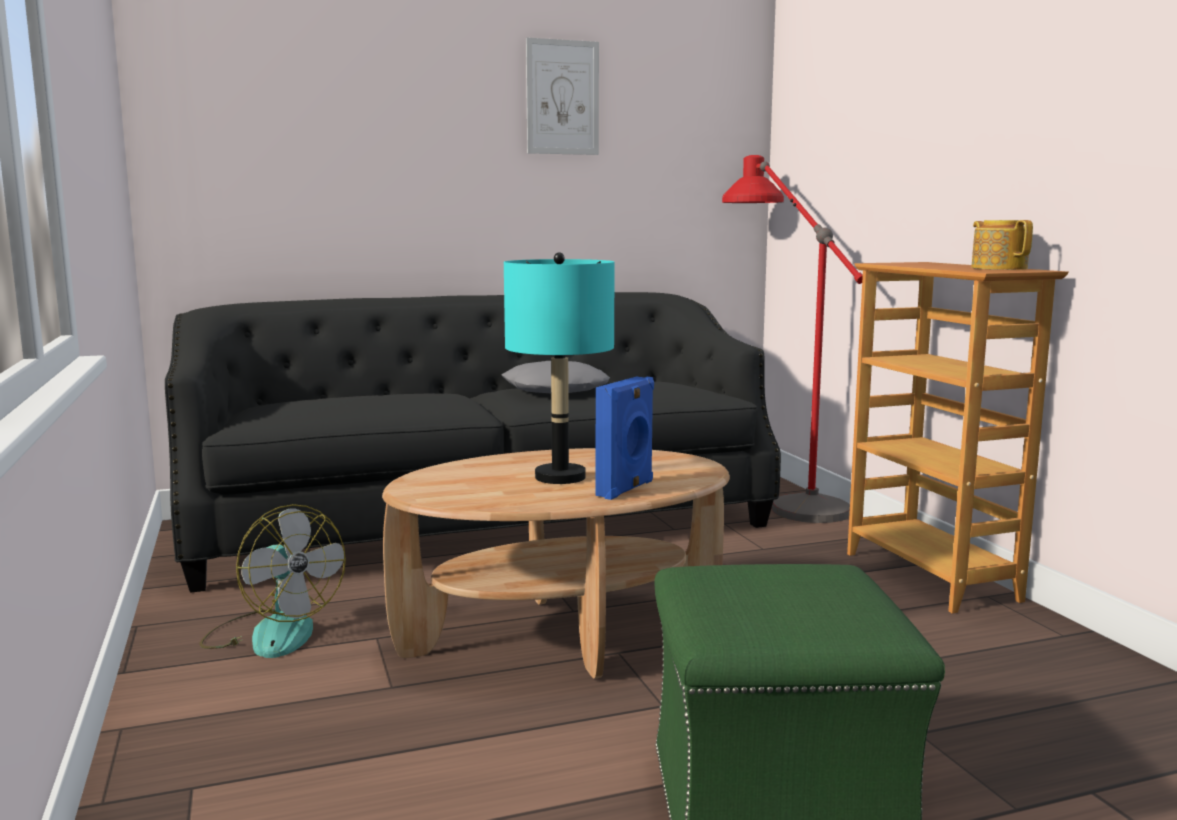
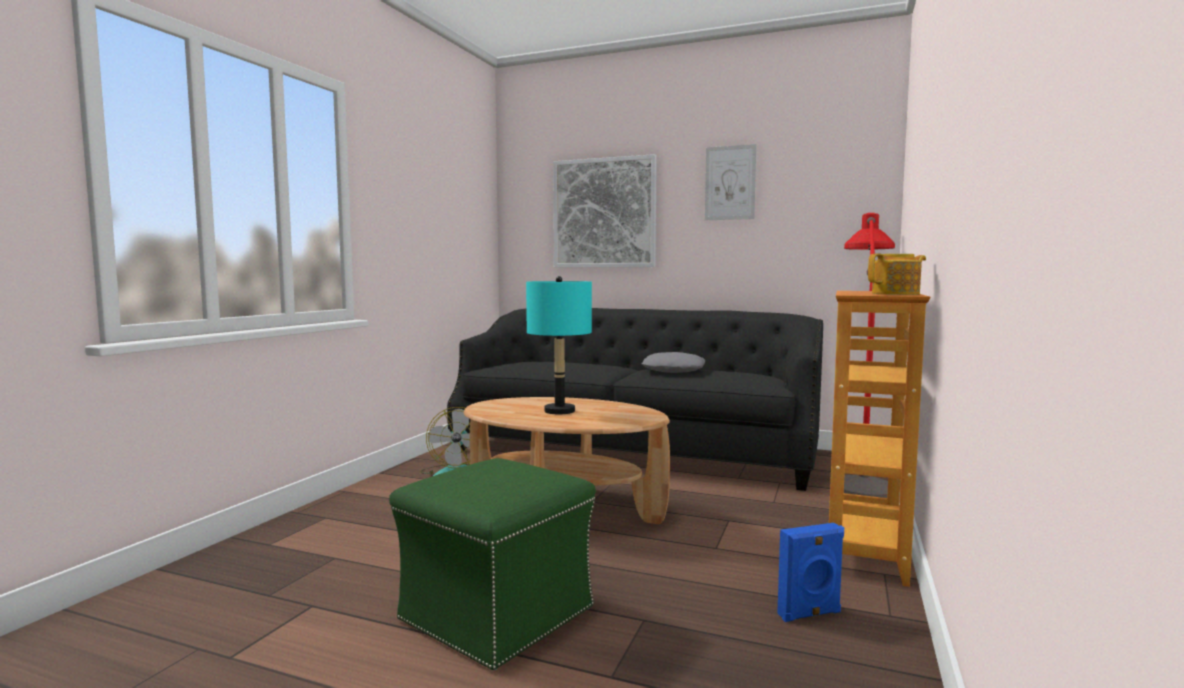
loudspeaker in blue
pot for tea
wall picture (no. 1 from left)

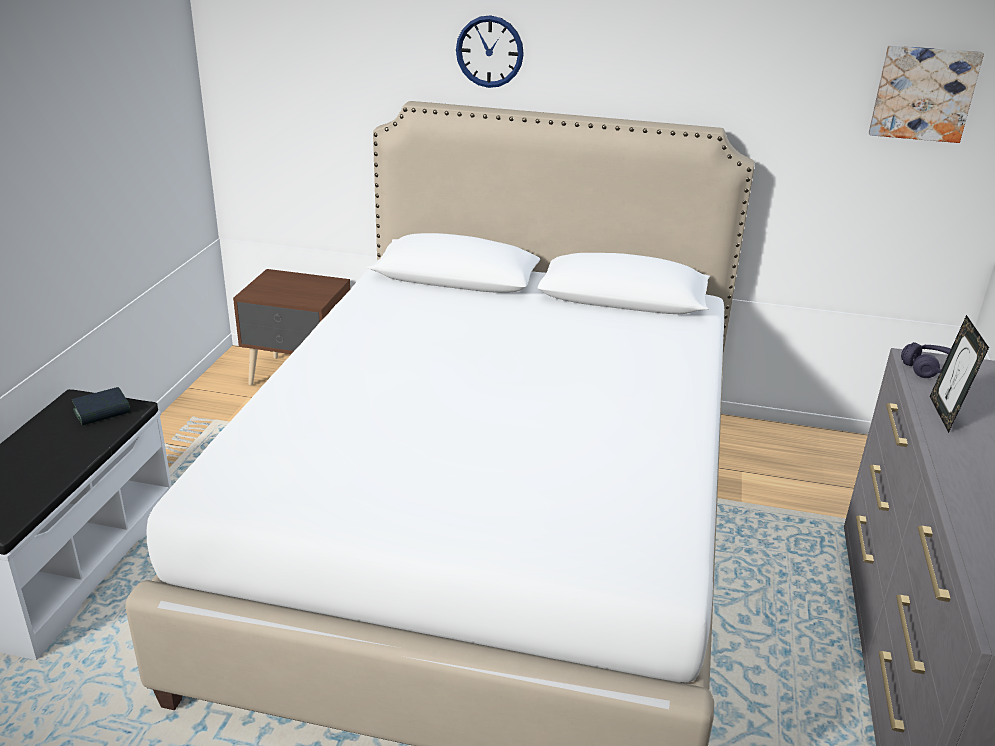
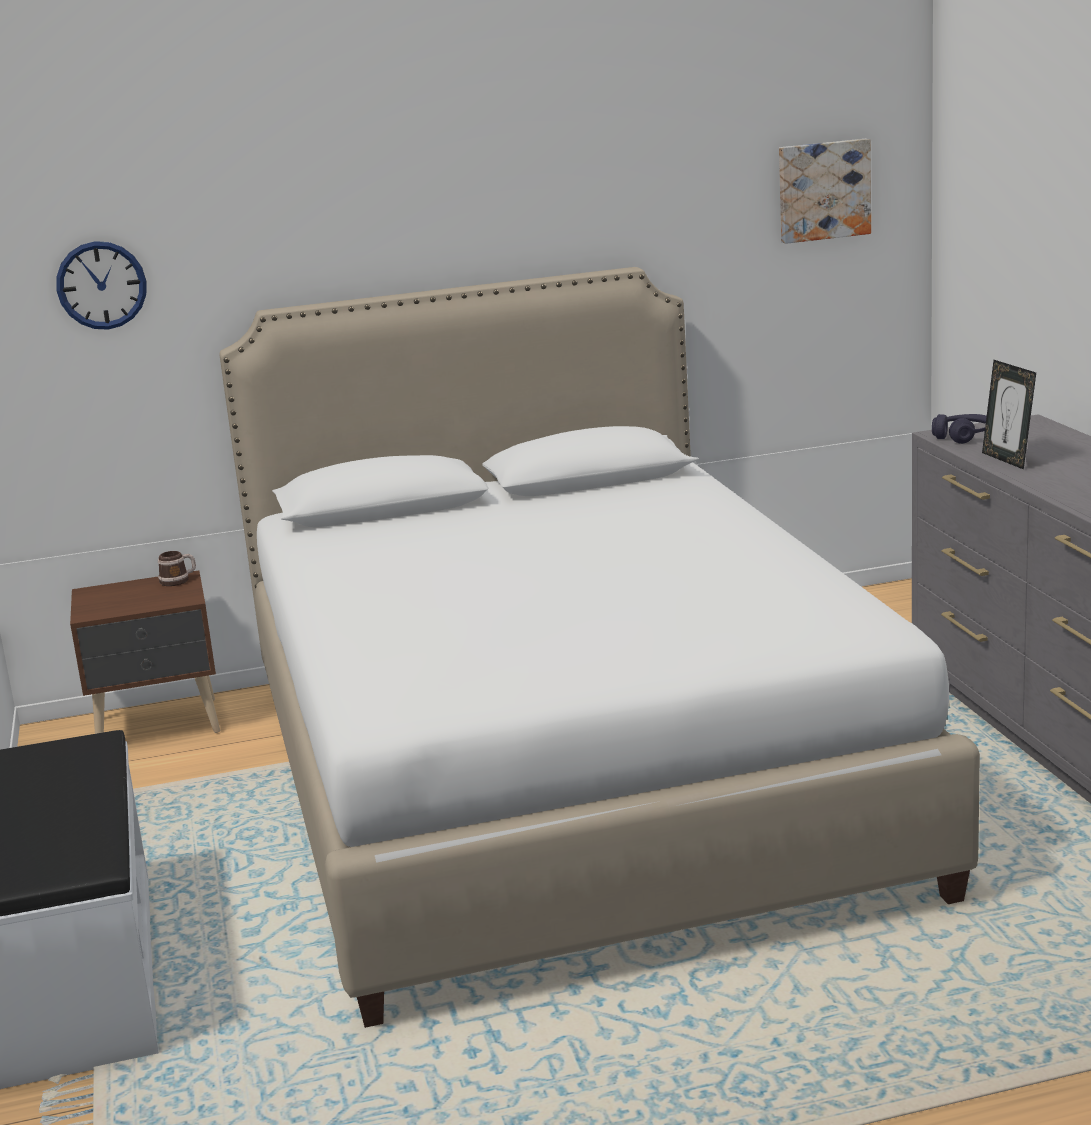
bound book
clock on the wall
coffee mug

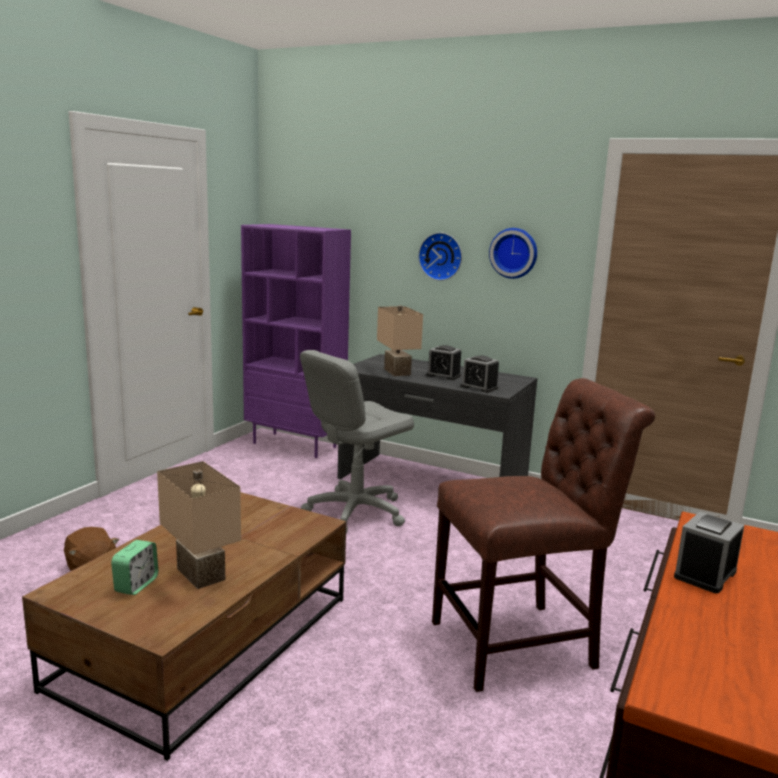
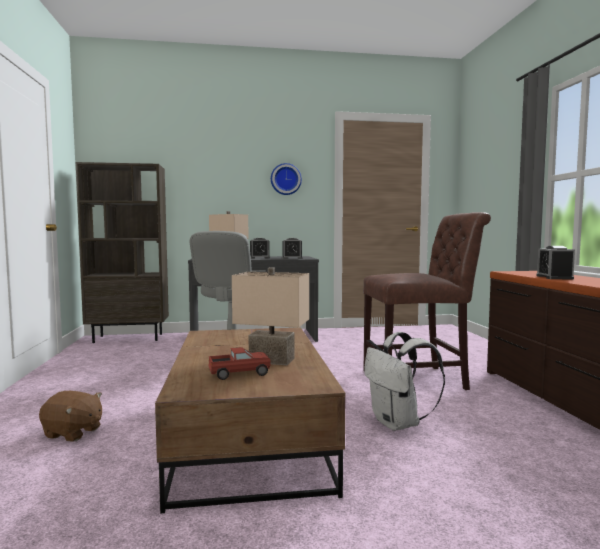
toy lorry
shelving unit in brown
clock on the wall (no. 1 from left in the first image)
upright chair in brown
rucksack in white

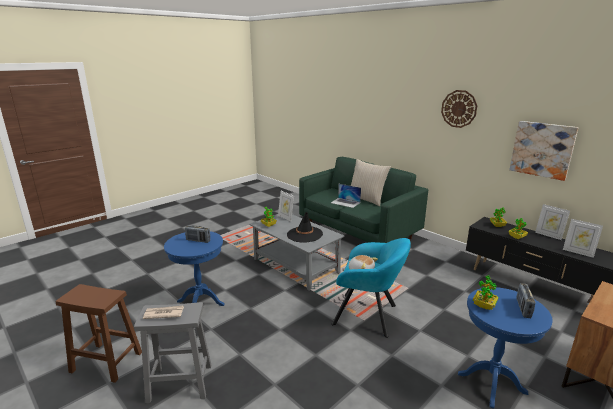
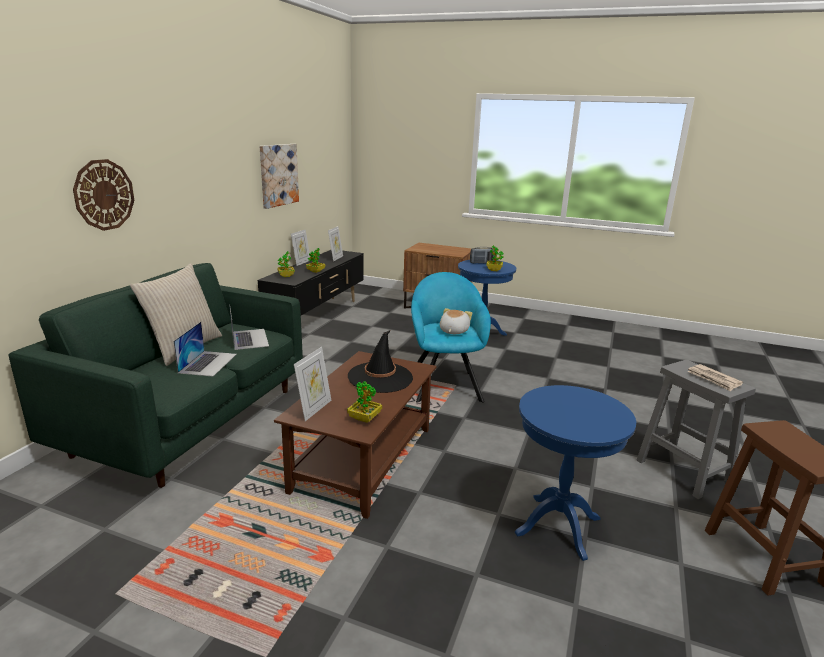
radio (no. 1 from left in the first image)
lounge table in brown
clock on the wall
laptop (no. 2 from left)

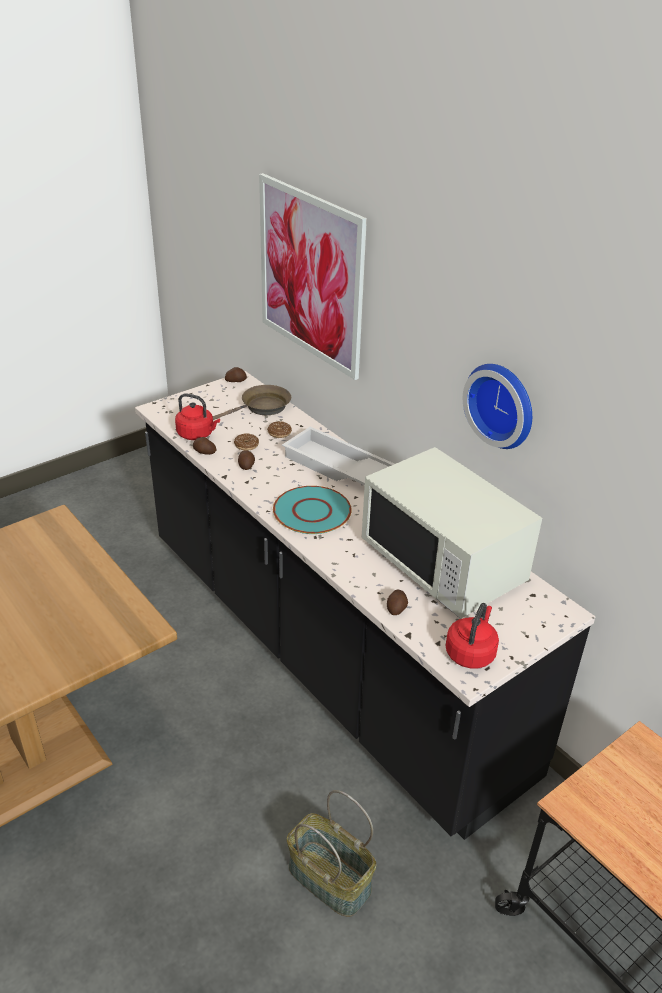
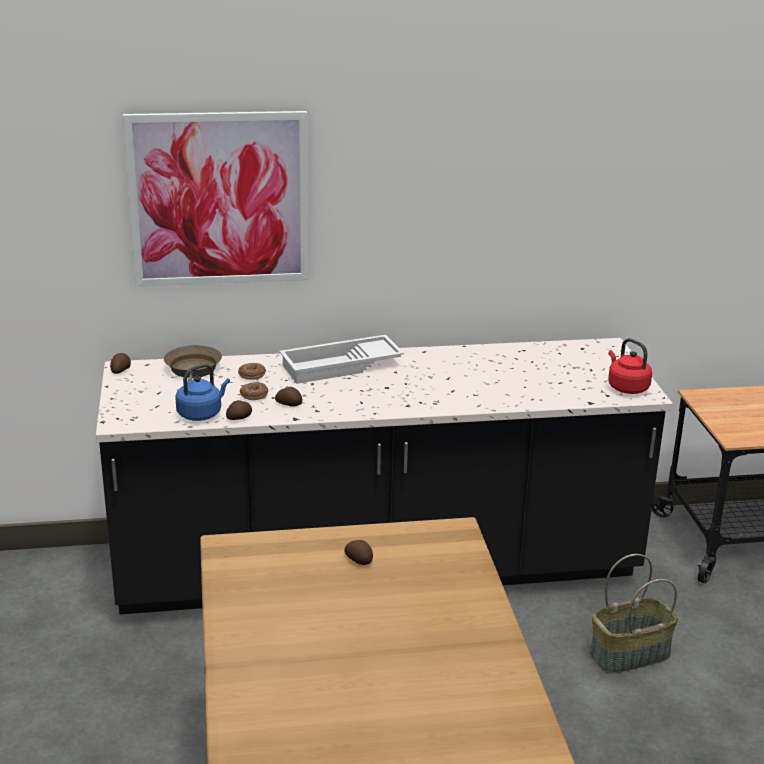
tea kettle in blue
plate in turquoise
microwave in white
spud (no. 4 from left)
clock on the wall

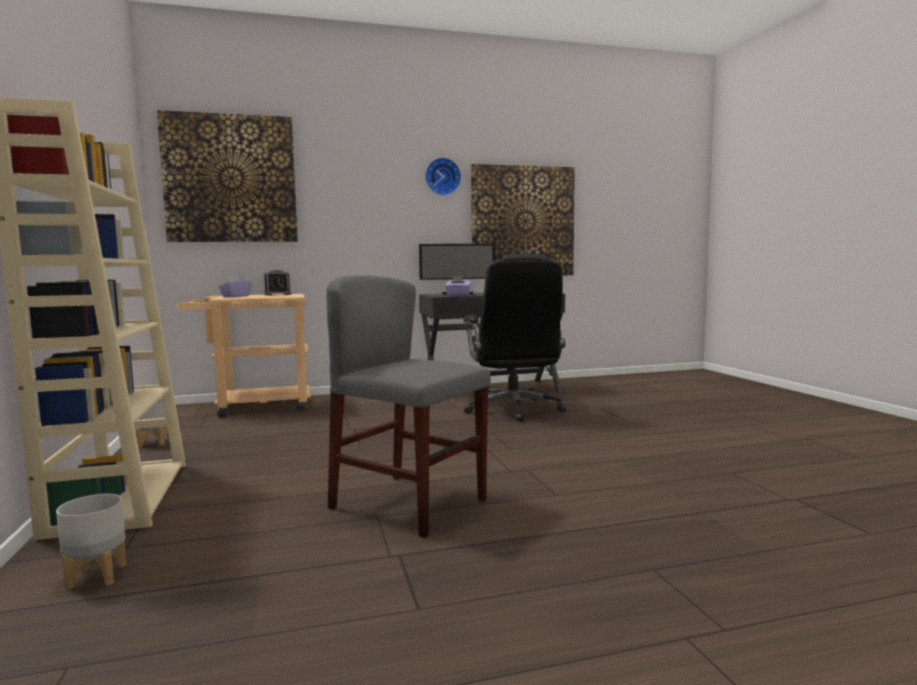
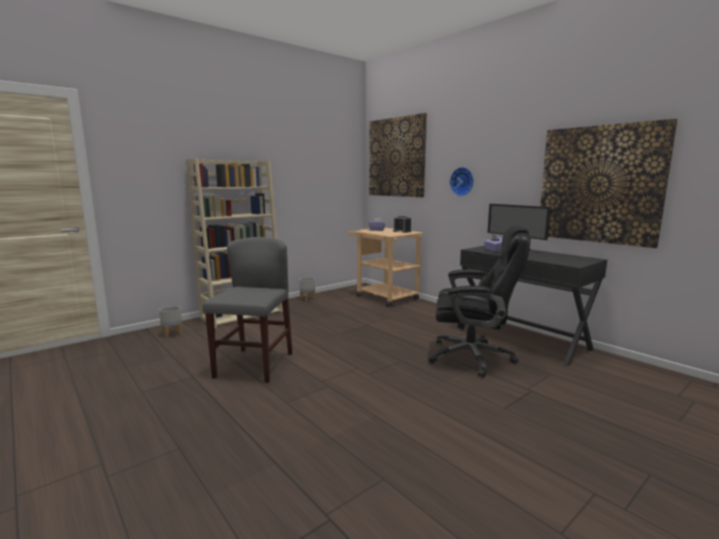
clock on the wall
computer chair in black-coloured

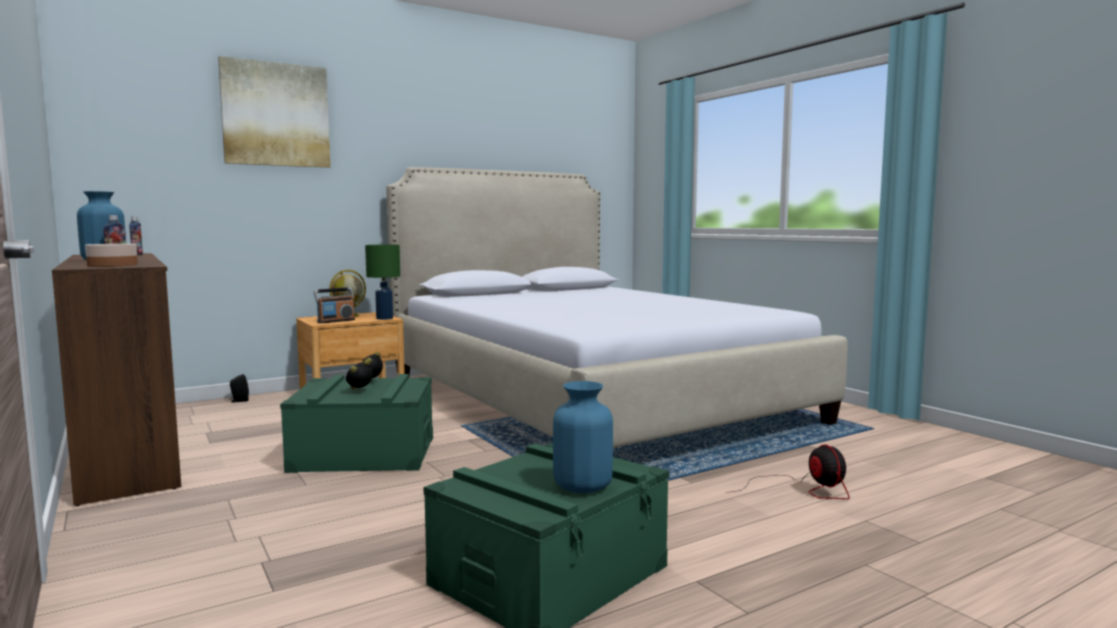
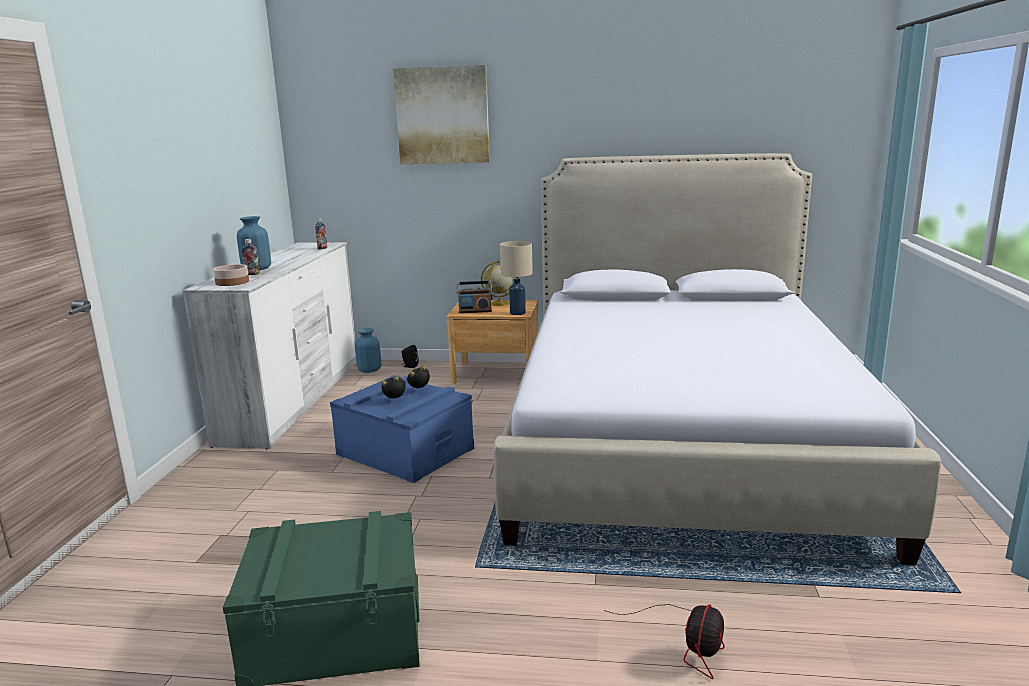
chest of drawers in white
storage box in blue
lamp for a table in sand-coloured
flower vase in blue (no. 2 from left)

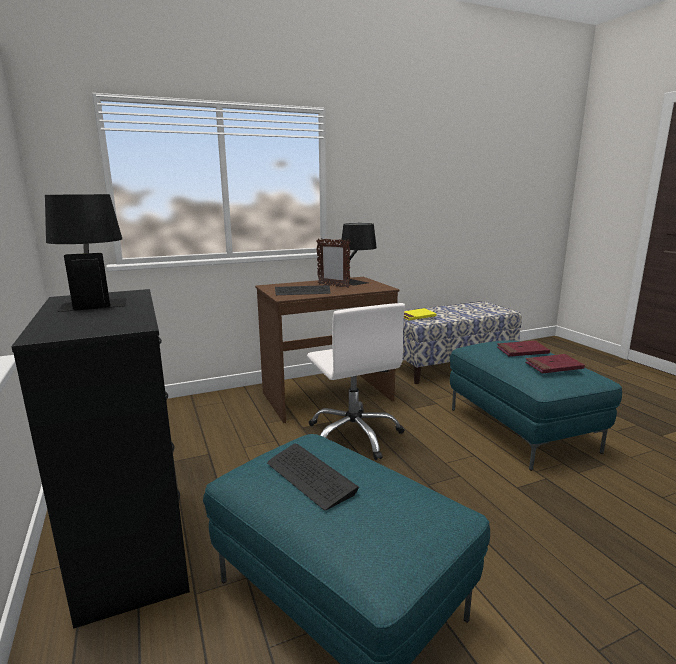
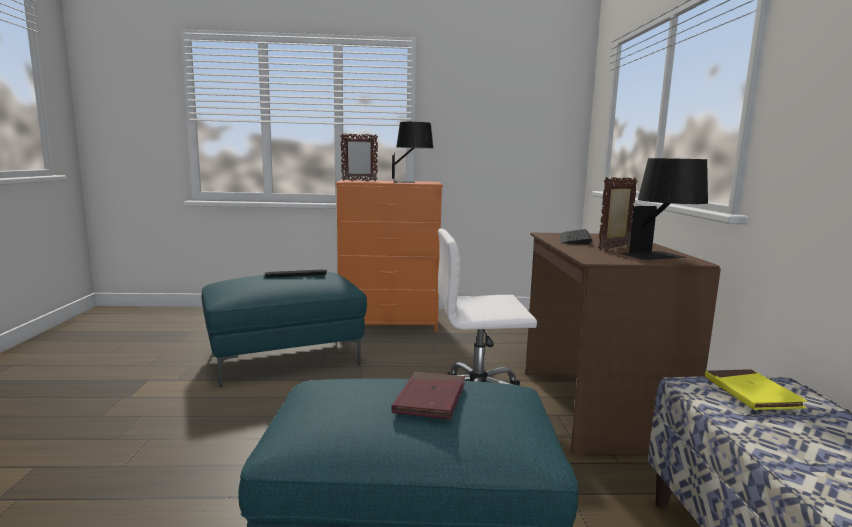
chest of drawers in orange
bound book in red (no. 2 from left in the first image)
photo frame (no. 1 from left)

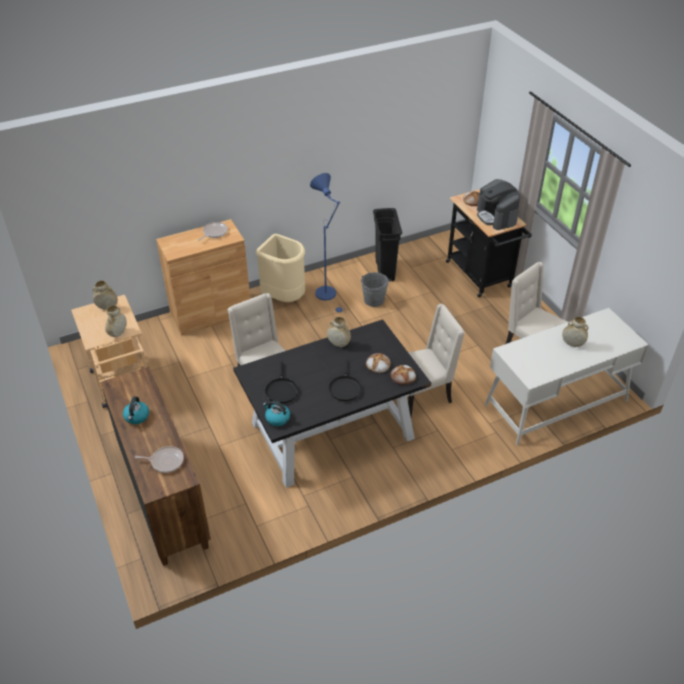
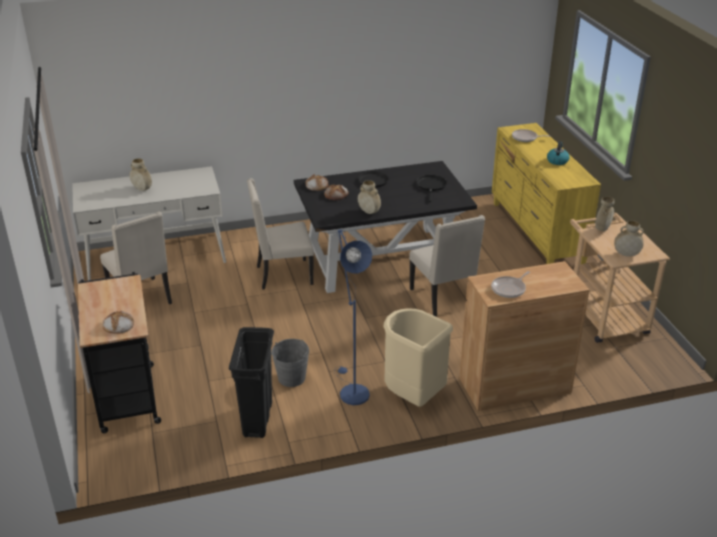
chest of drawers in yellow-coloured
tea kettle (no. 2 from left in the first image)
coffee machine

